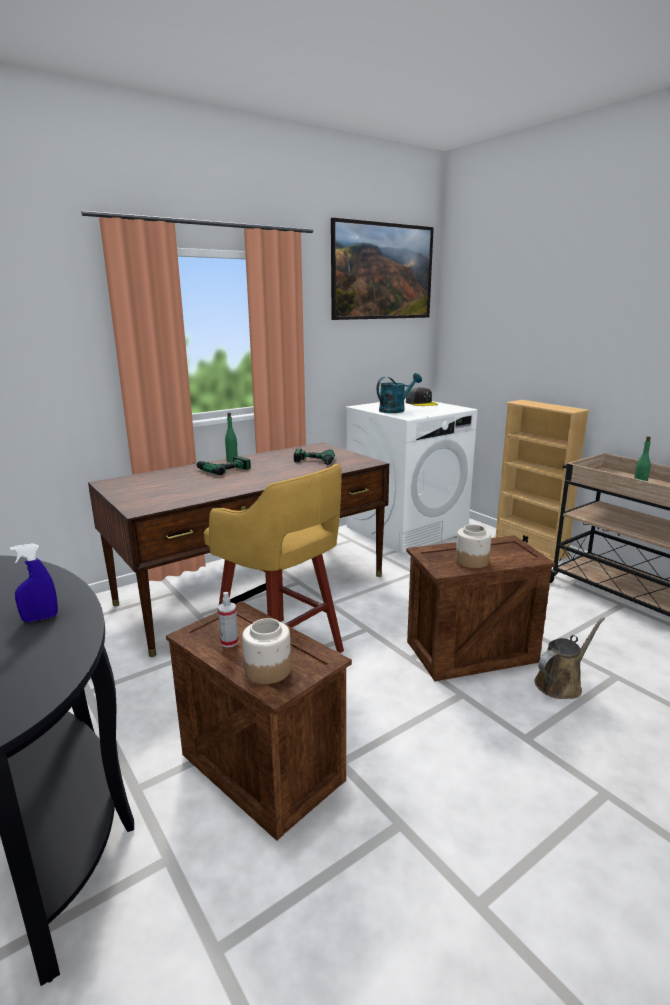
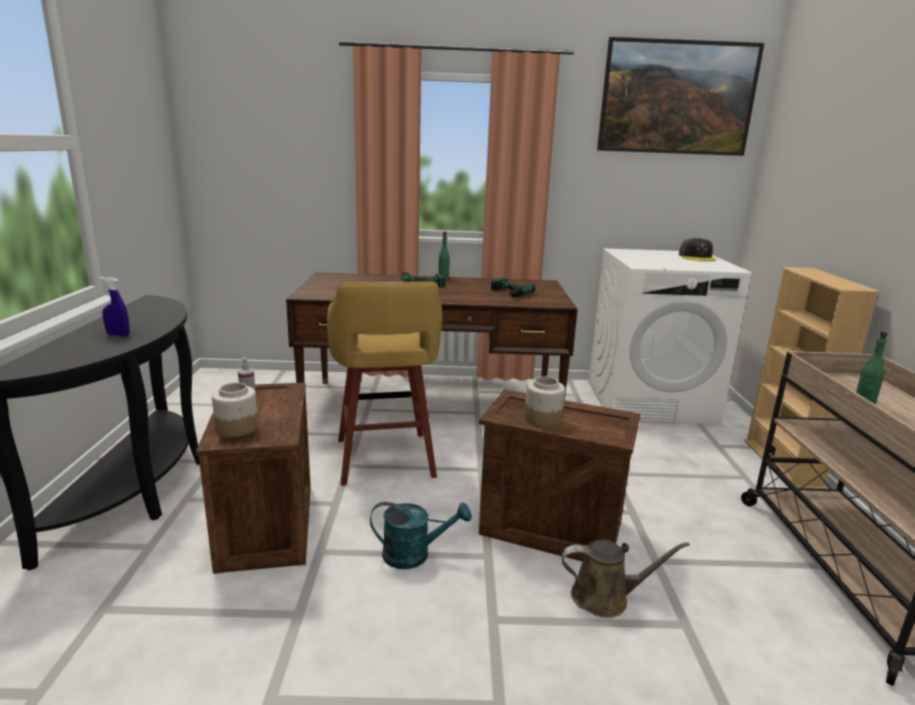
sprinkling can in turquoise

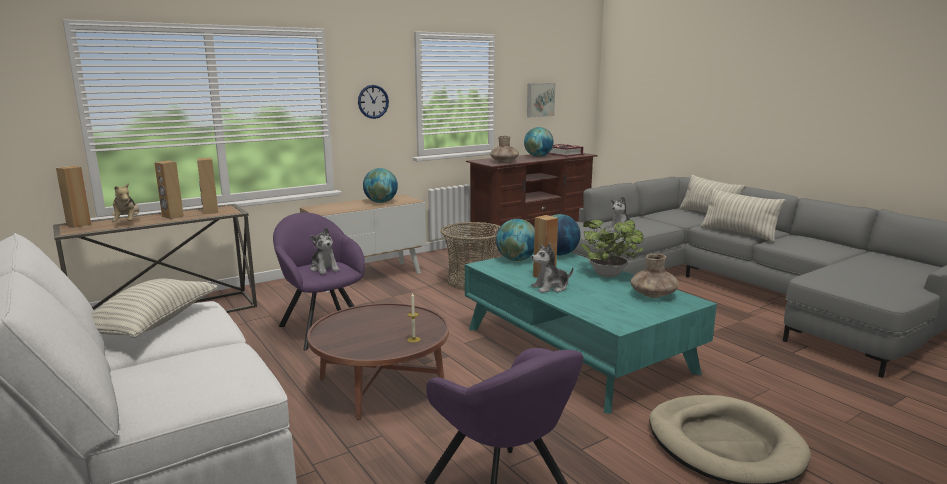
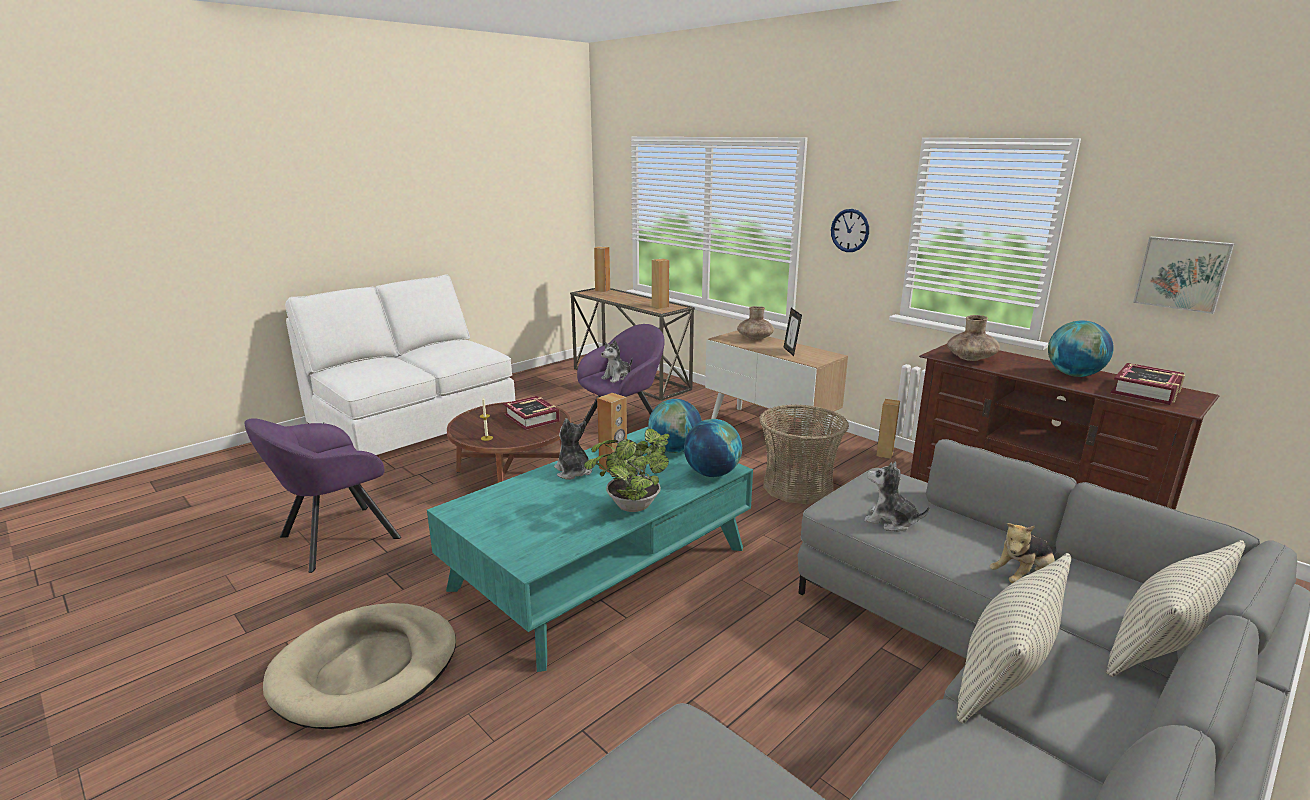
pillow (no. 1 from left in the first image)
cuddly toy (no. 4 from left)
loudspeaker in brown (no. 4 from left)
photo frame
flower vase in brown (no. 1 from left)
bound book (no. 1 from left)

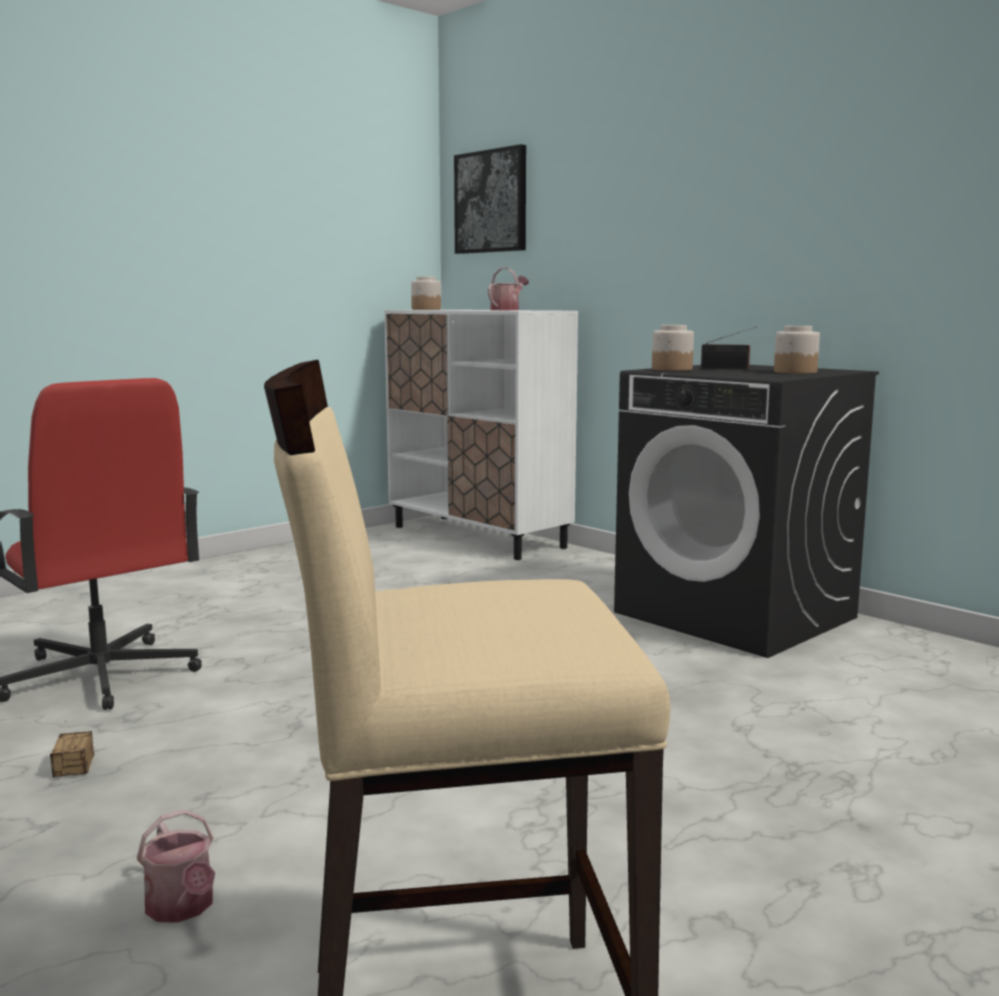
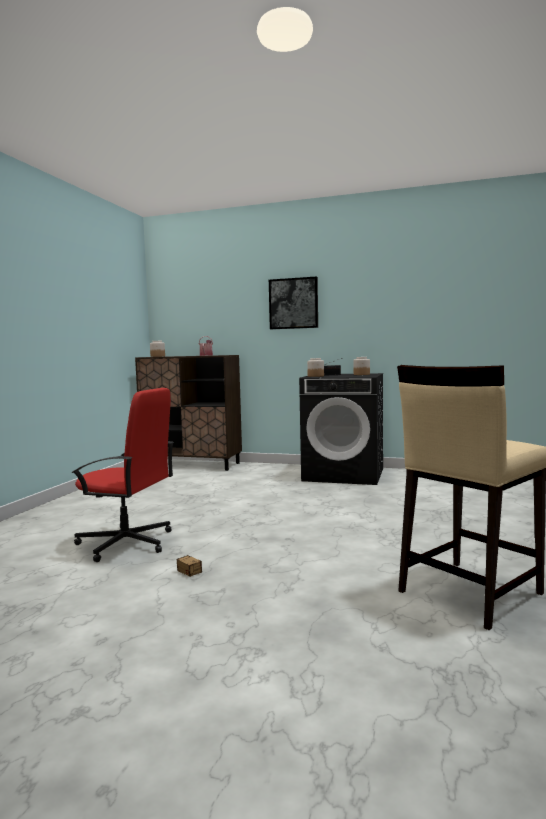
sprinkling can (no. 1 from left in the first image)
storage cabinet in brown
wall picture

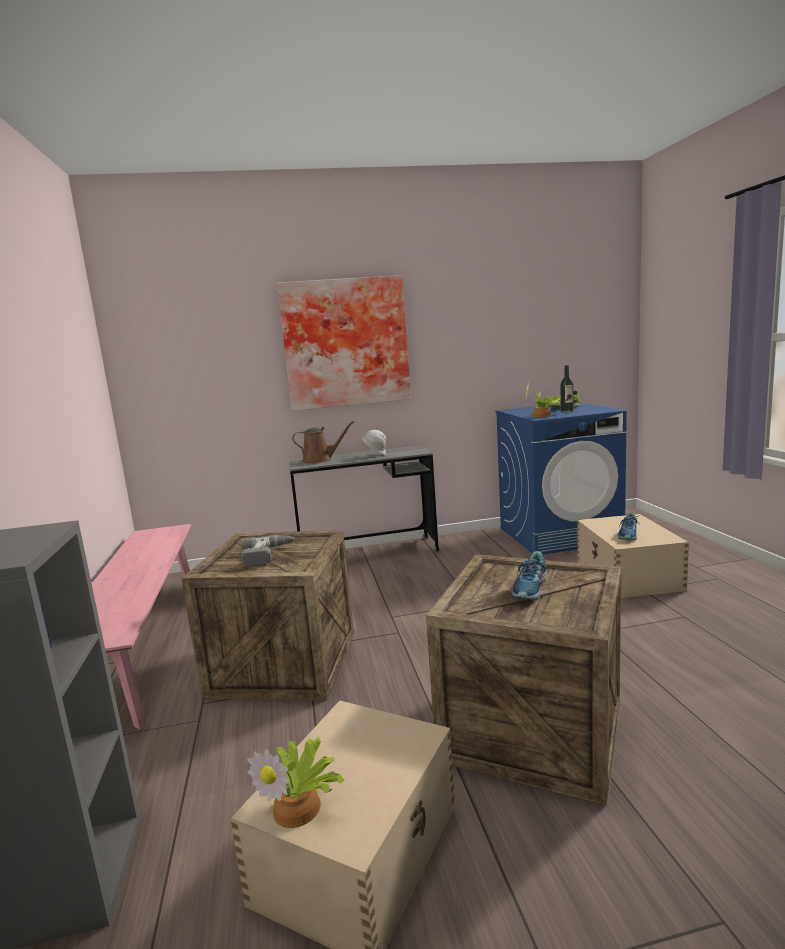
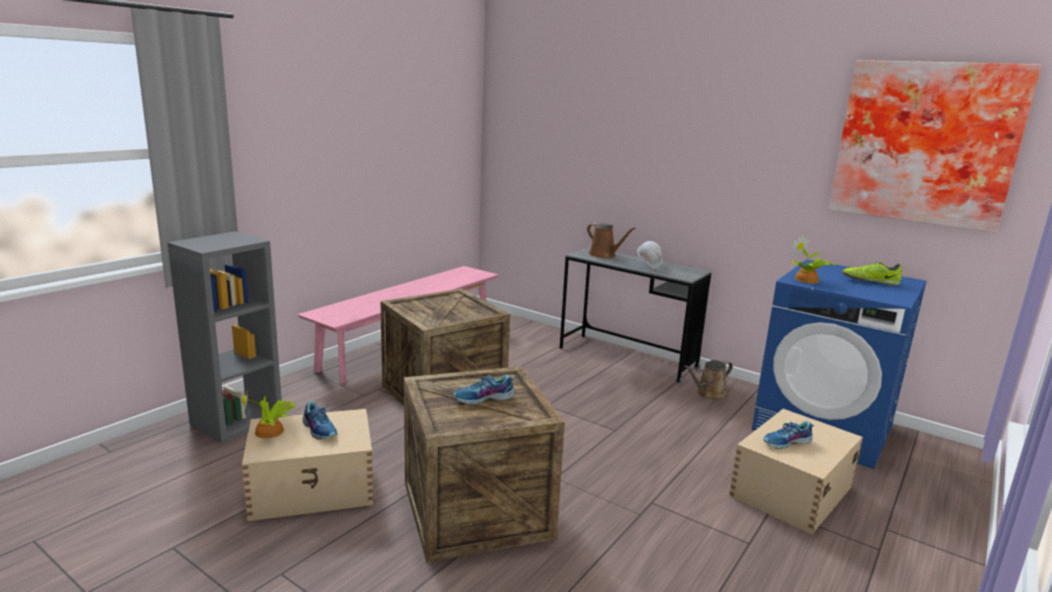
drill
wall picture
drink bottle
low shoe (no. 1 from left)
sprinkling can in brown (no. 2 from left)

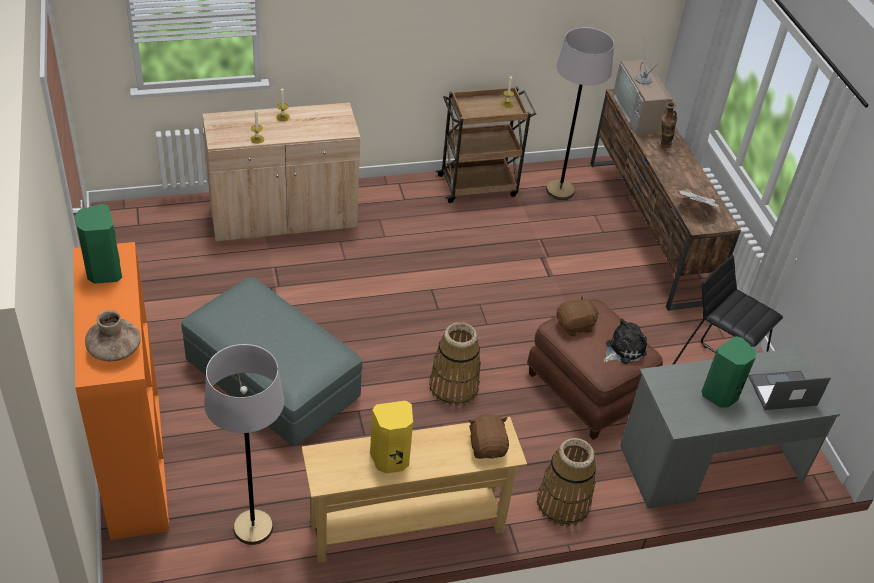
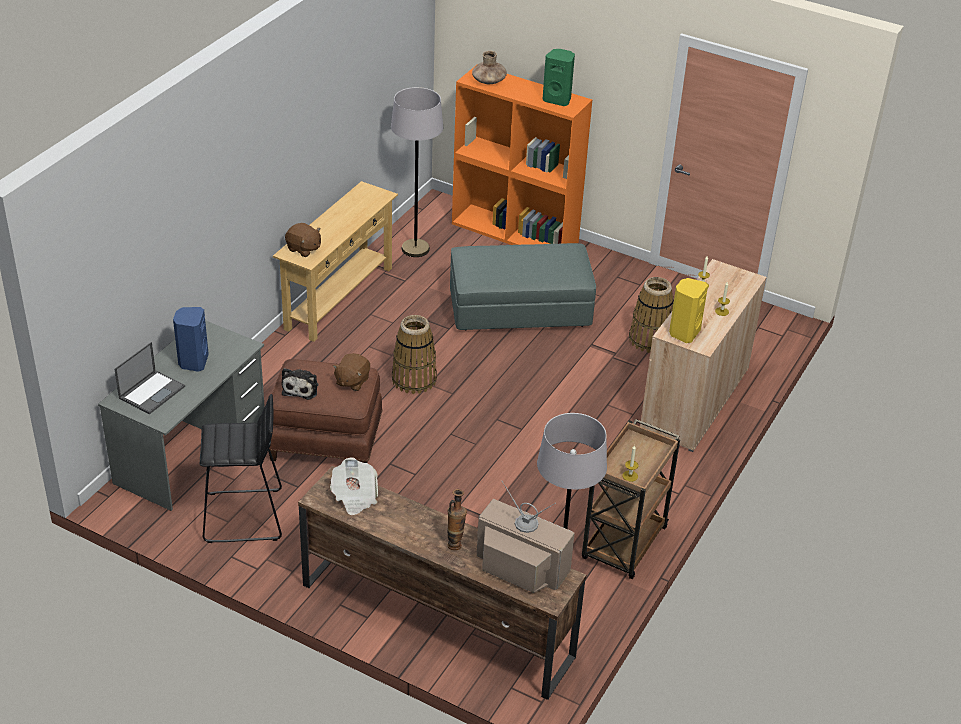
loudspeaker in yellow-coloured
household basket (no. 2 from left)
loudspeaker in blue

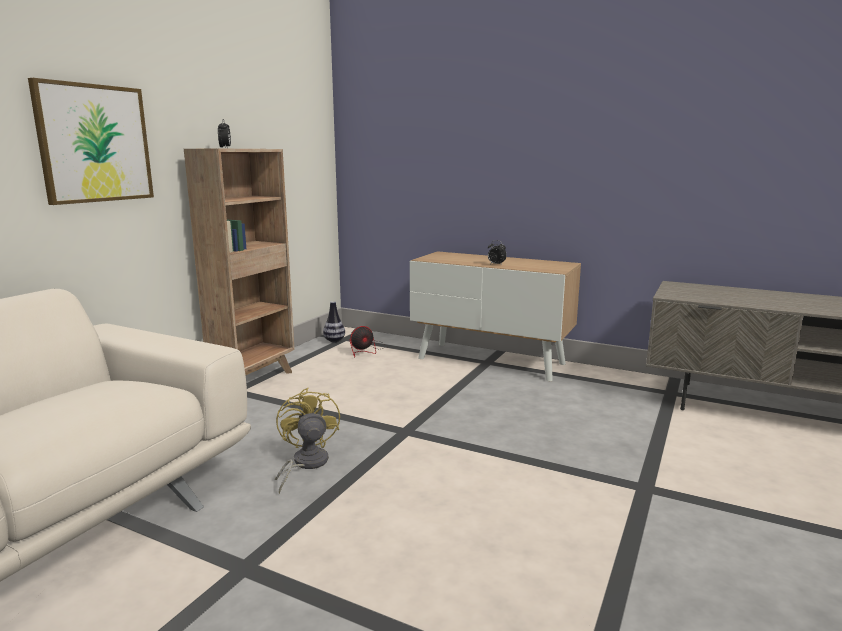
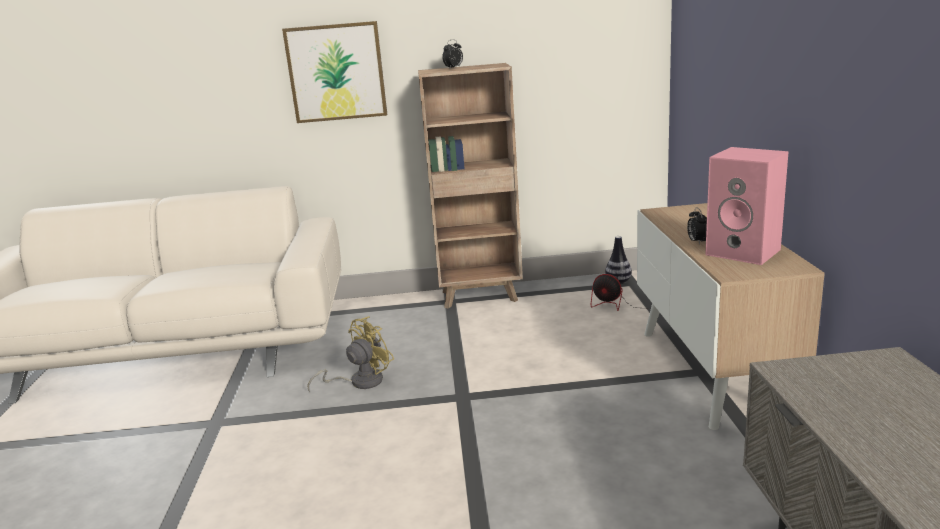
loudspeaker in pink

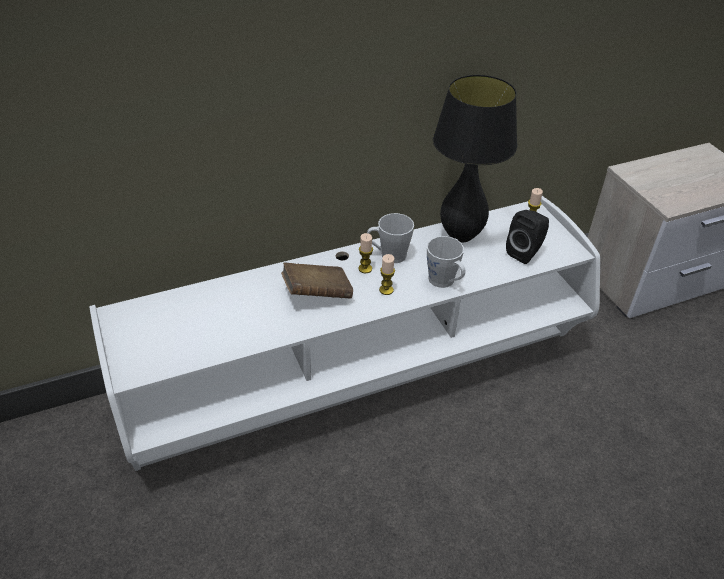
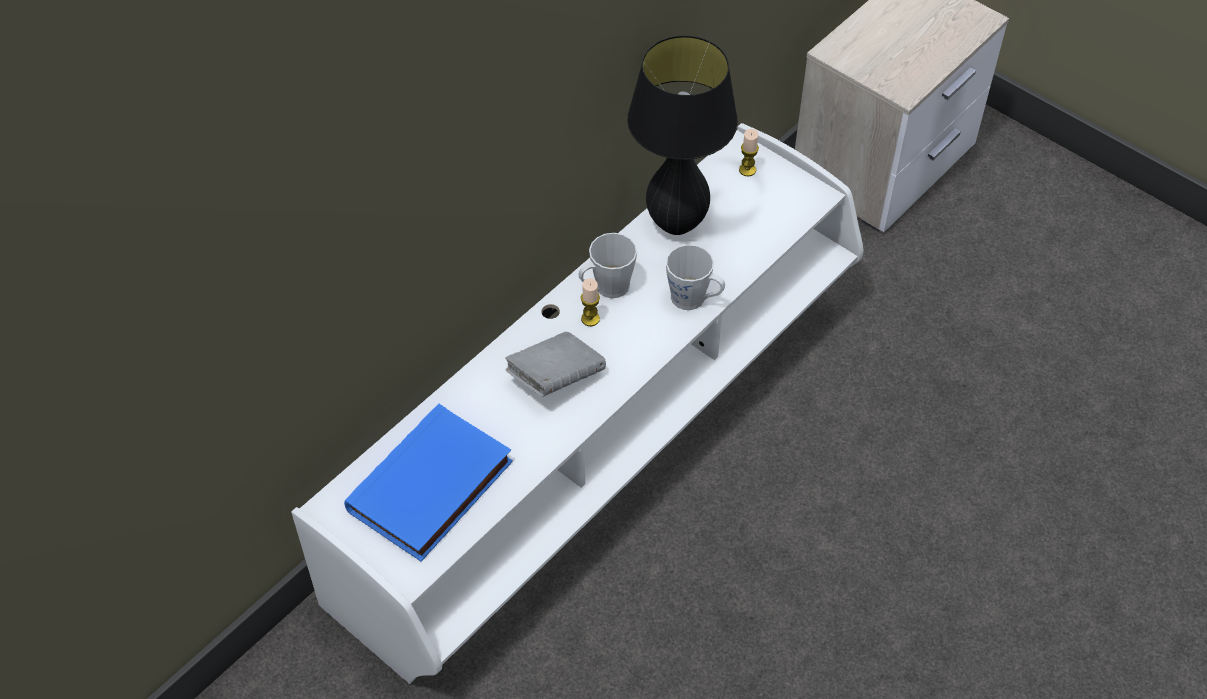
bound book in grey
candle (no. 2 from left in the first image)
loudspeaker in black-coloured
bound book in blue

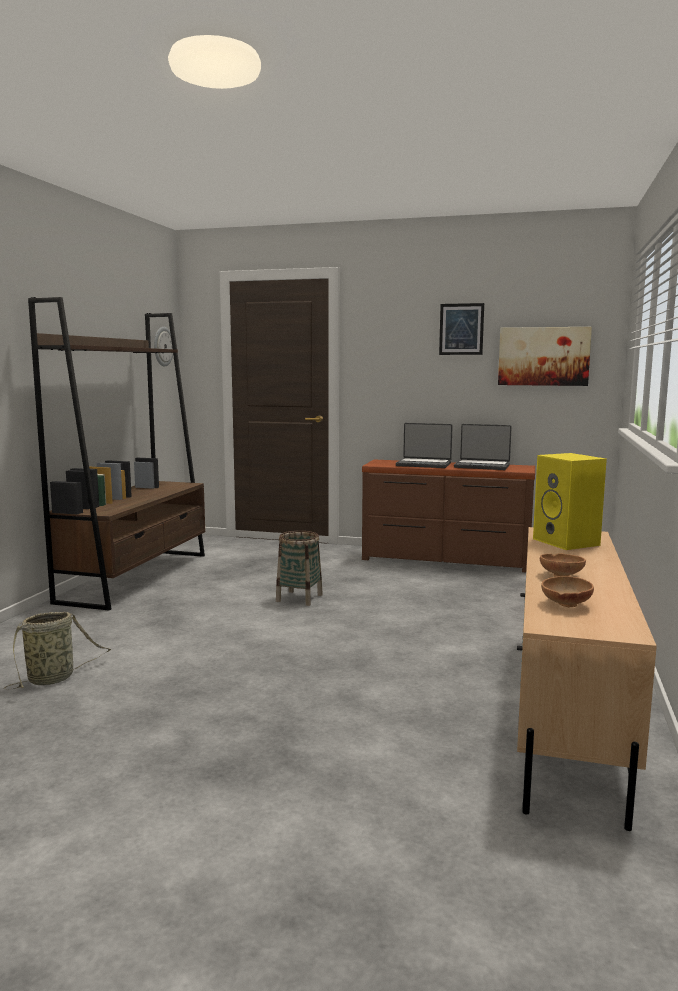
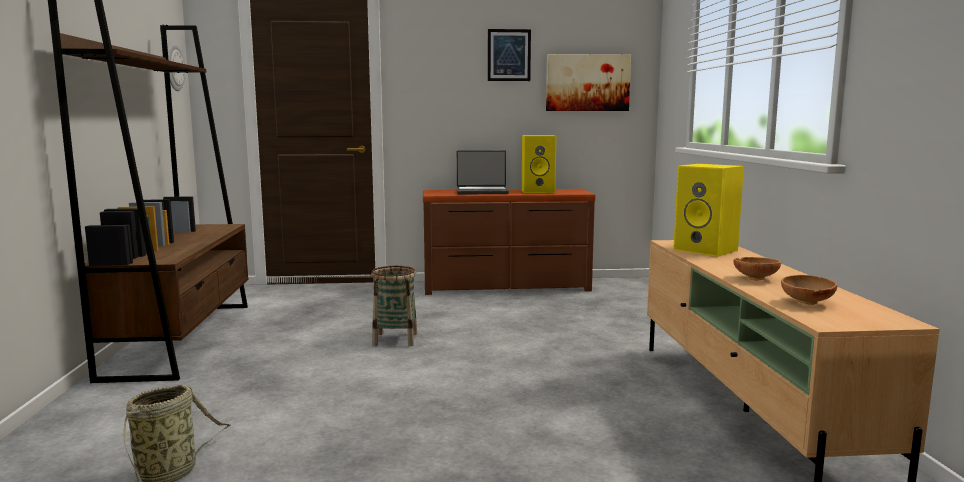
loudspeaker in yellow-coloured (no. 1 from left)

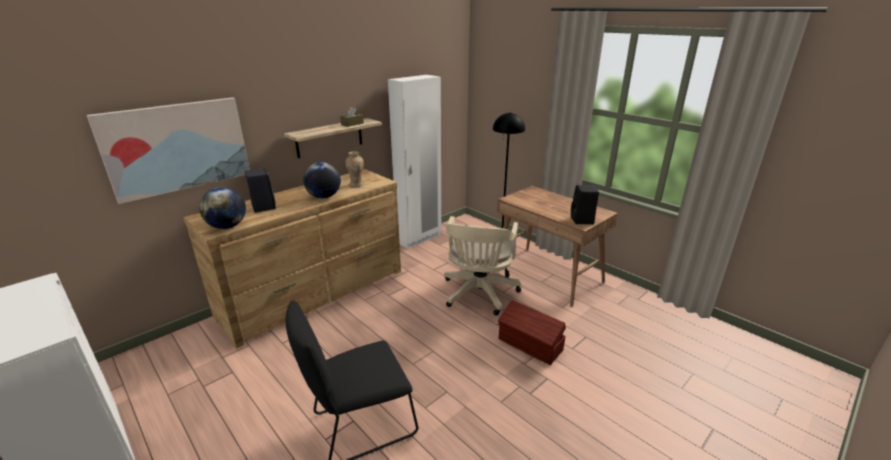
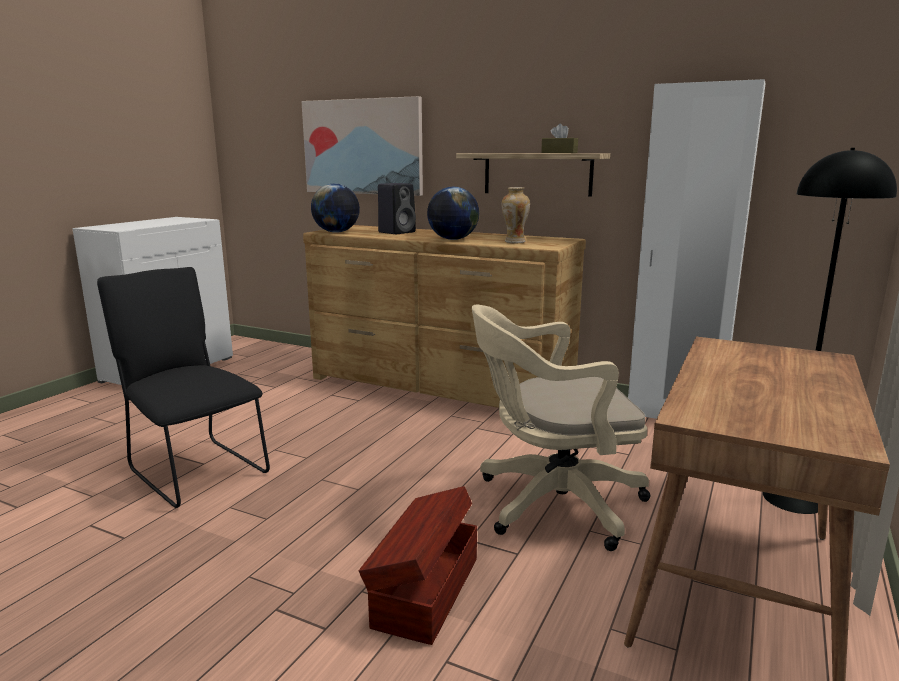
loudspeaker in black-coloured (no. 2 from left in the first image)

